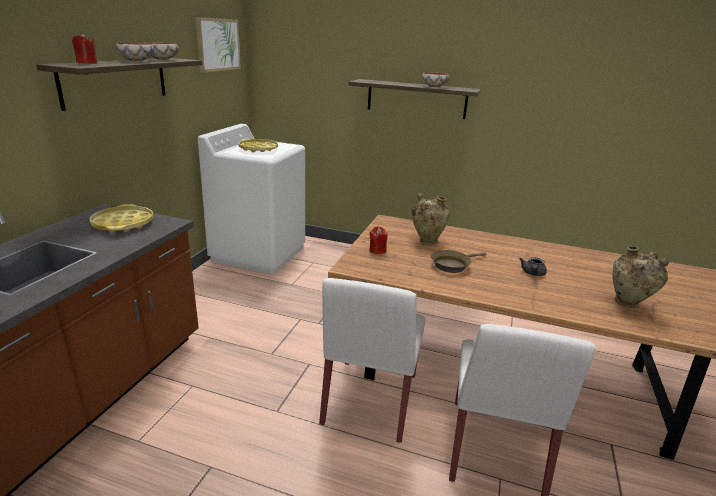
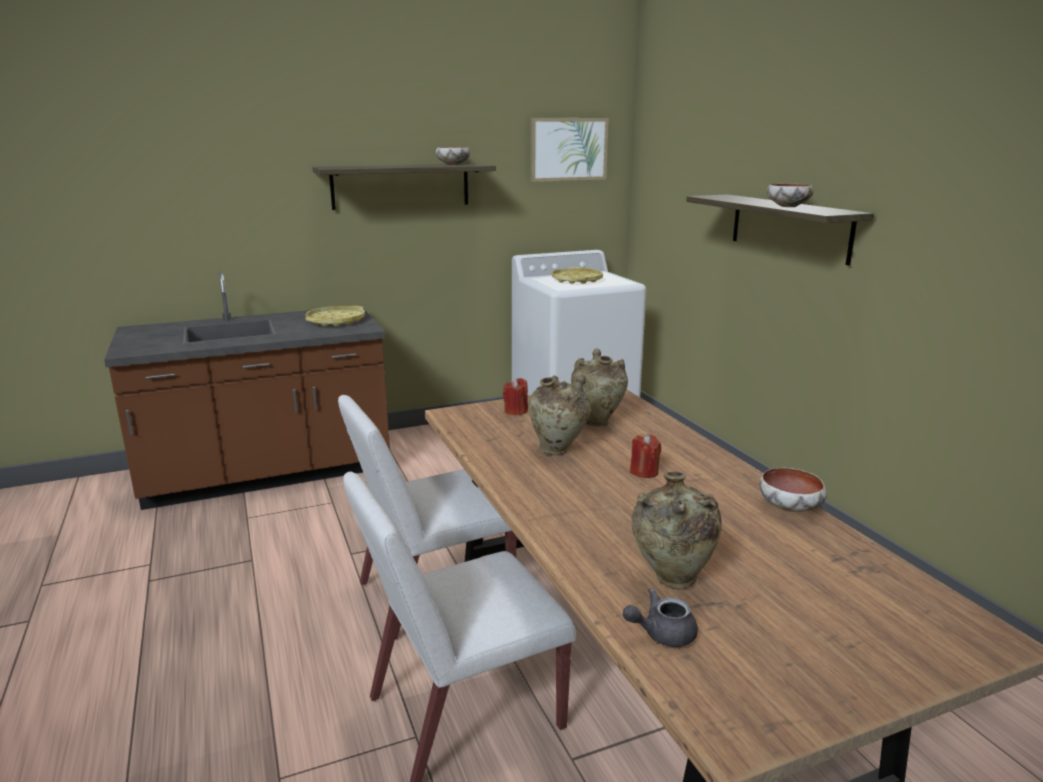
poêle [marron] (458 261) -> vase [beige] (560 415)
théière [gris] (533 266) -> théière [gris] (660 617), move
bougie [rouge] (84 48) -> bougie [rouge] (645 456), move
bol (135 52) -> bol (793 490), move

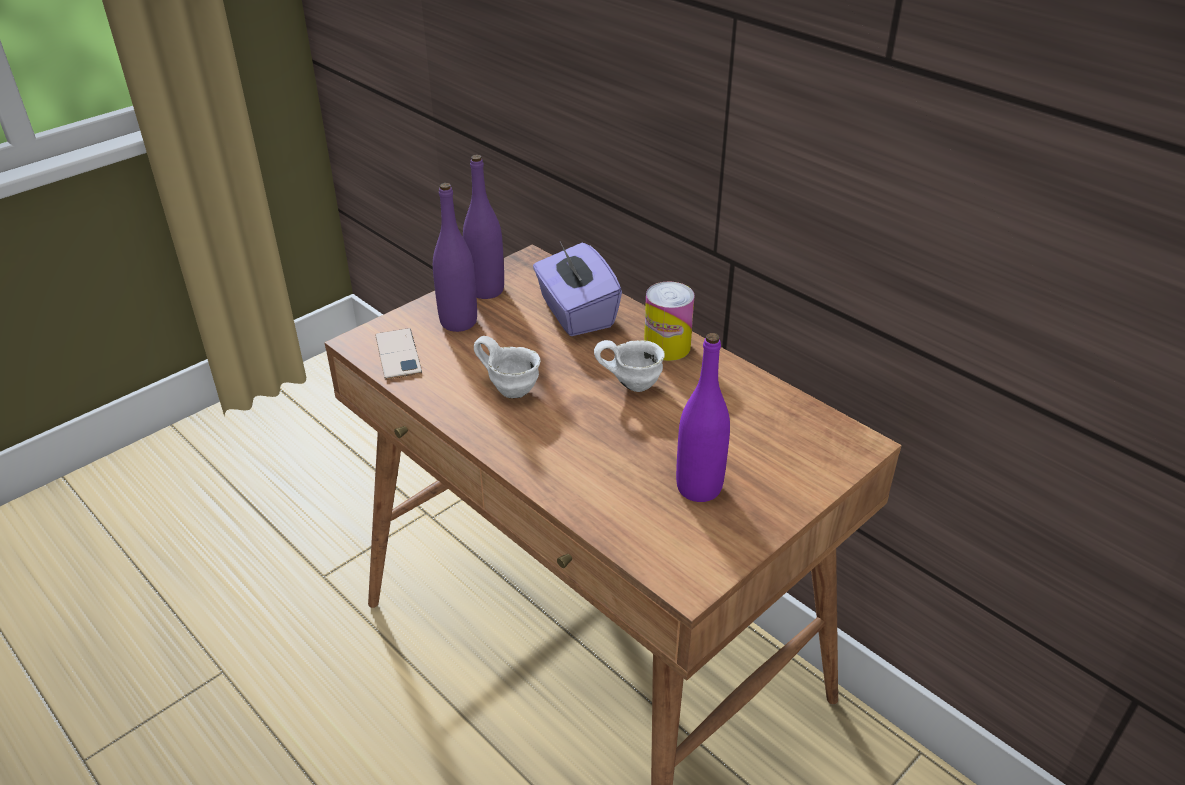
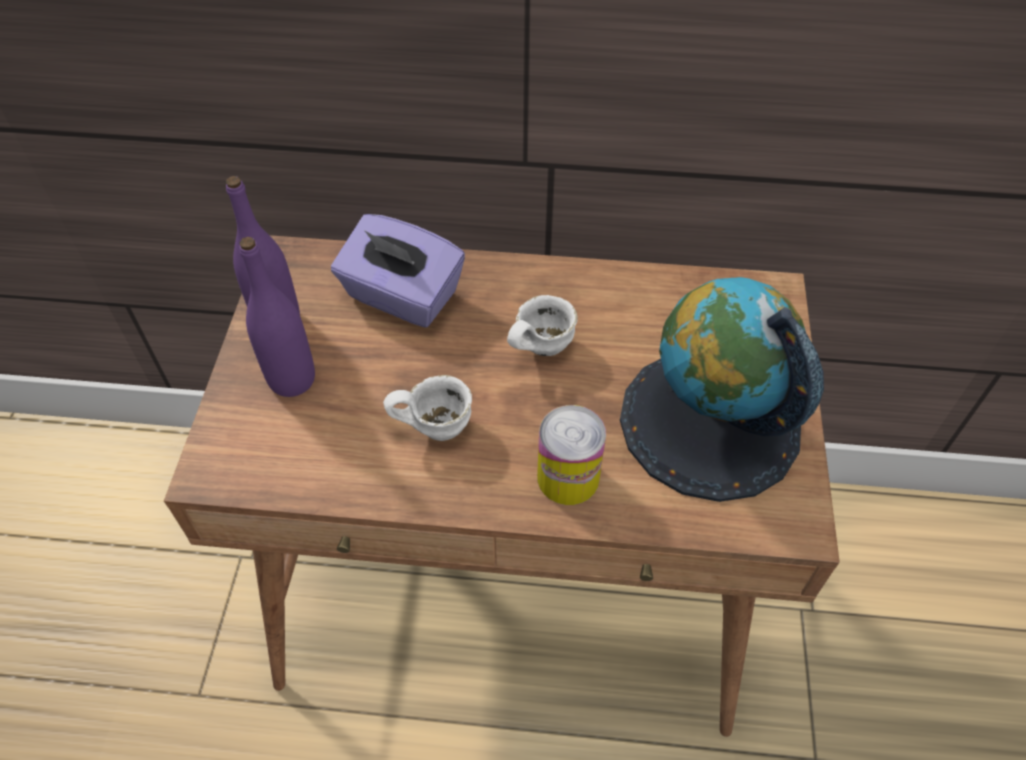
boîte métallique (669 321) -> boîte métallique (571 455), move
bouteille [violet] (703 417) -> globe (722 389)
téléphone (399 354) -> none

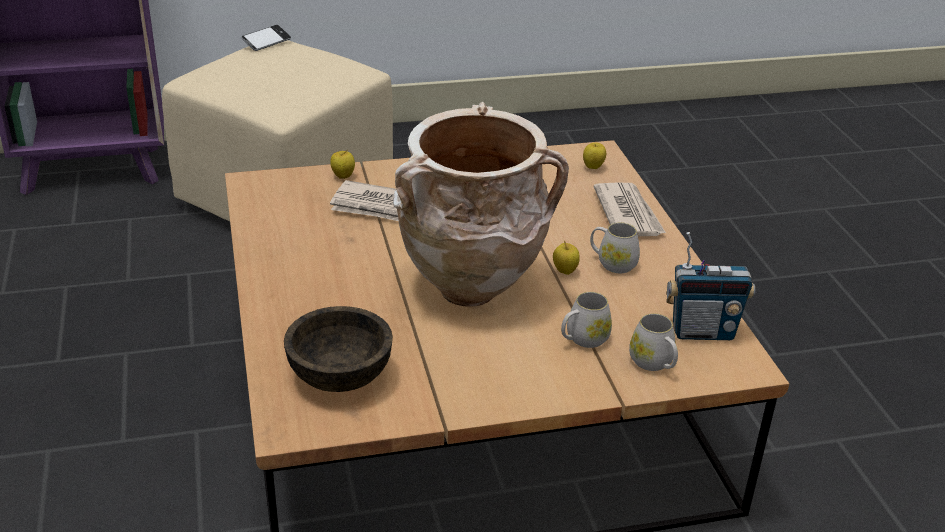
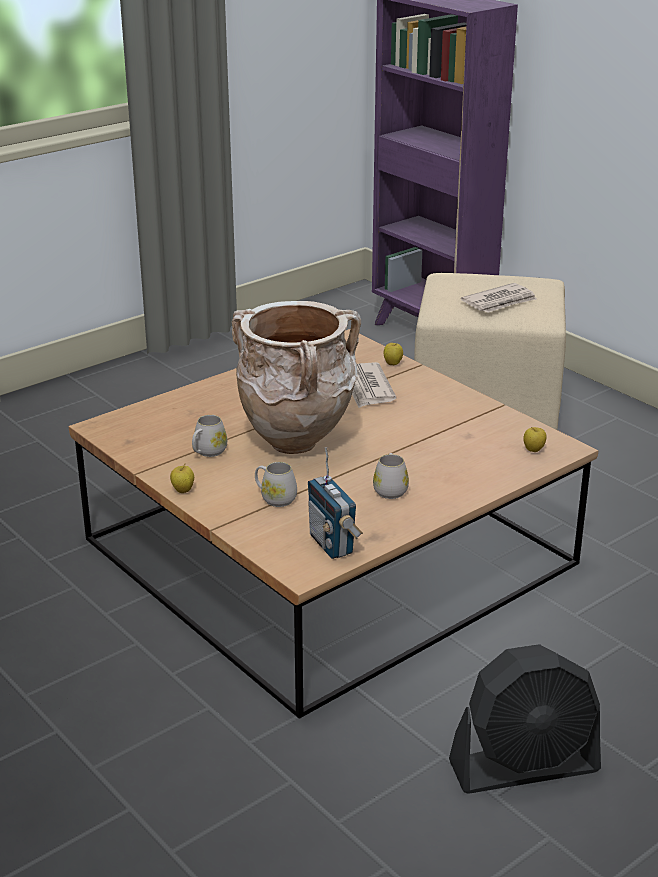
pomme (566 258) -> pomme (182 478), move
mug [blanc] (653 342) -> mug [blanc] (209 436), move
none -> ventilateur [noir] (525 719)
journal (629 209) -> journal (499 298), move
téléphone (266 38) -> none
bol [marron] (338 349) -> none

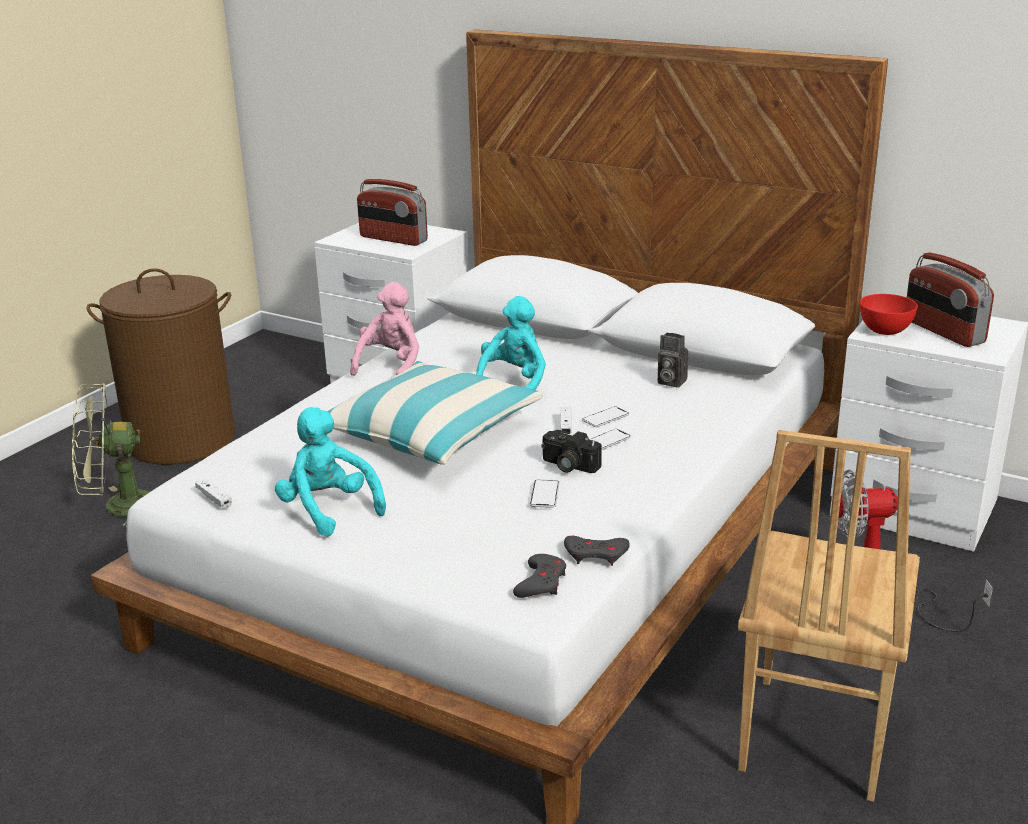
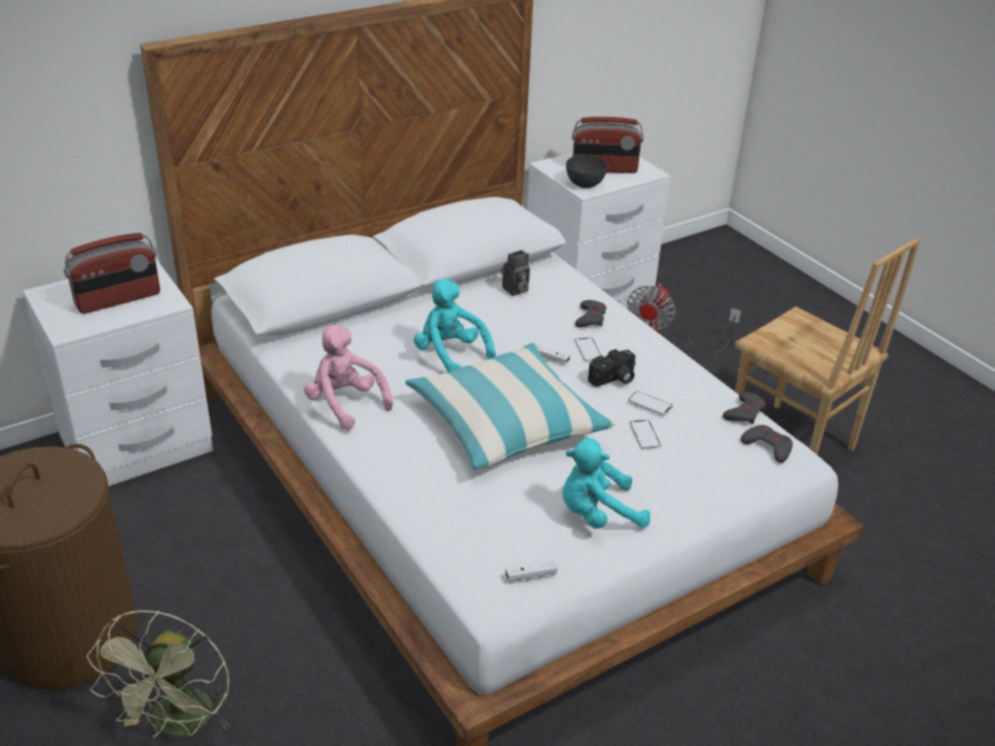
bol [rouge] (889 314) -> bol [gris] (587 171)
none -> manette [gris] (590 314)
téléphone (605 416) -> téléphone (645 434), move

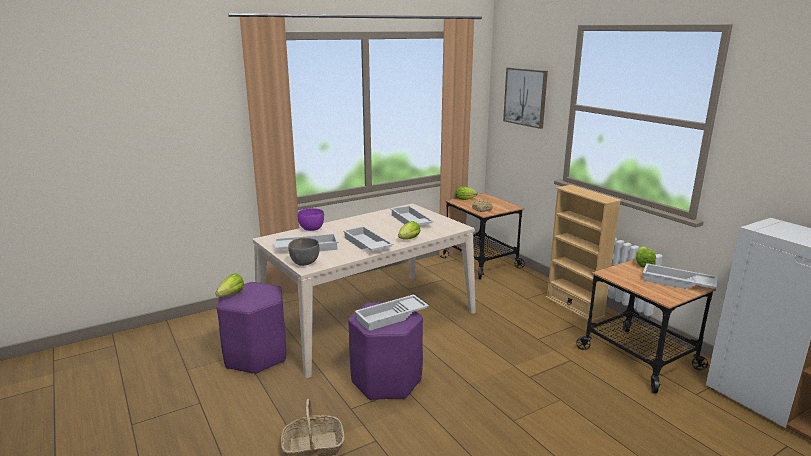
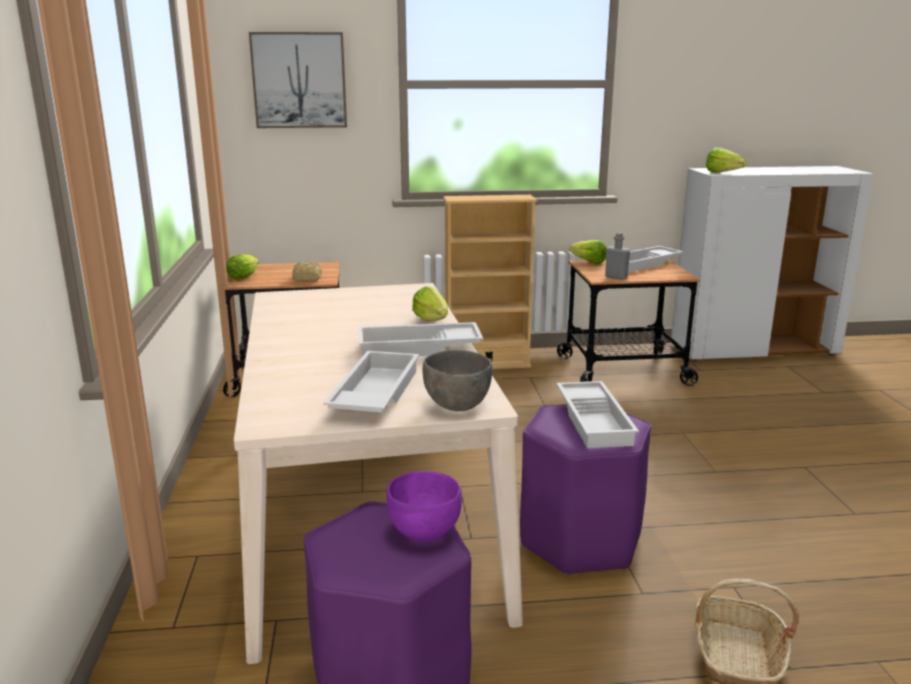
bol [violet] (311 219) -> bol [violet] (424 506), move
none -> bouteille [gris] (617 256)
laitue (229 285) -> laitue (726 159), move
plateau [blanc] (412 215) -> none

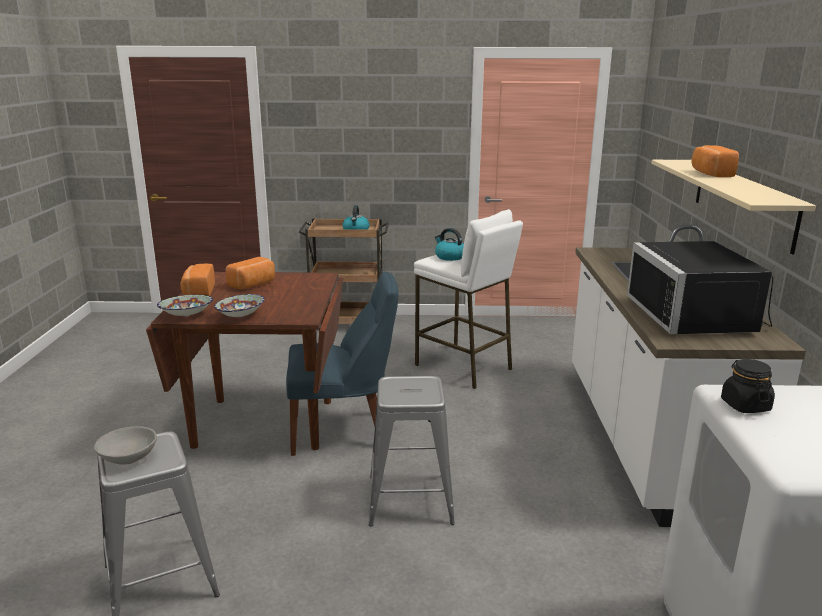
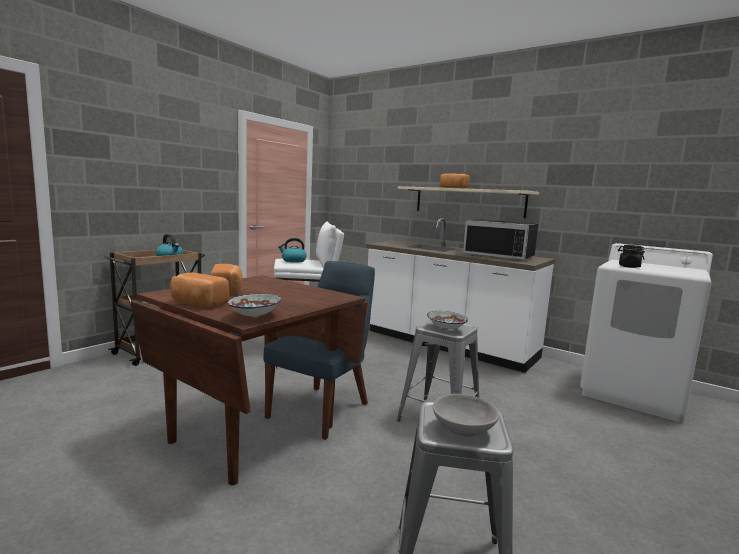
bol (239 305) -> bol (447 320), move

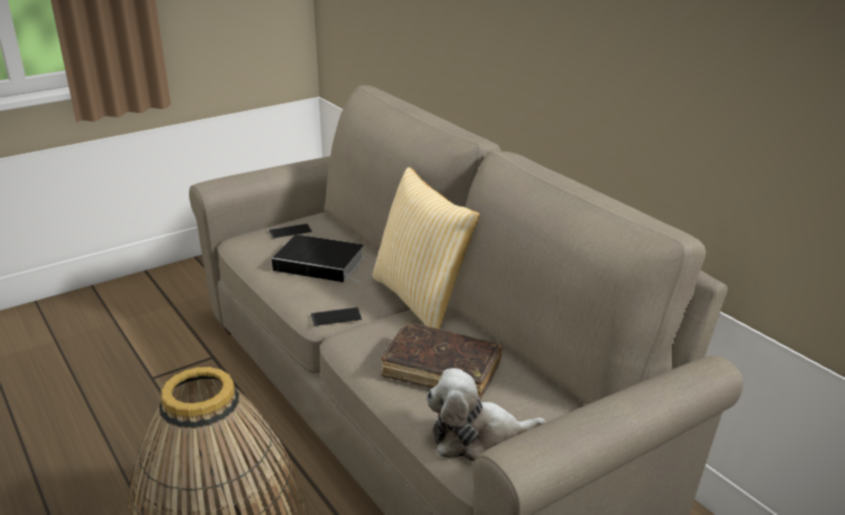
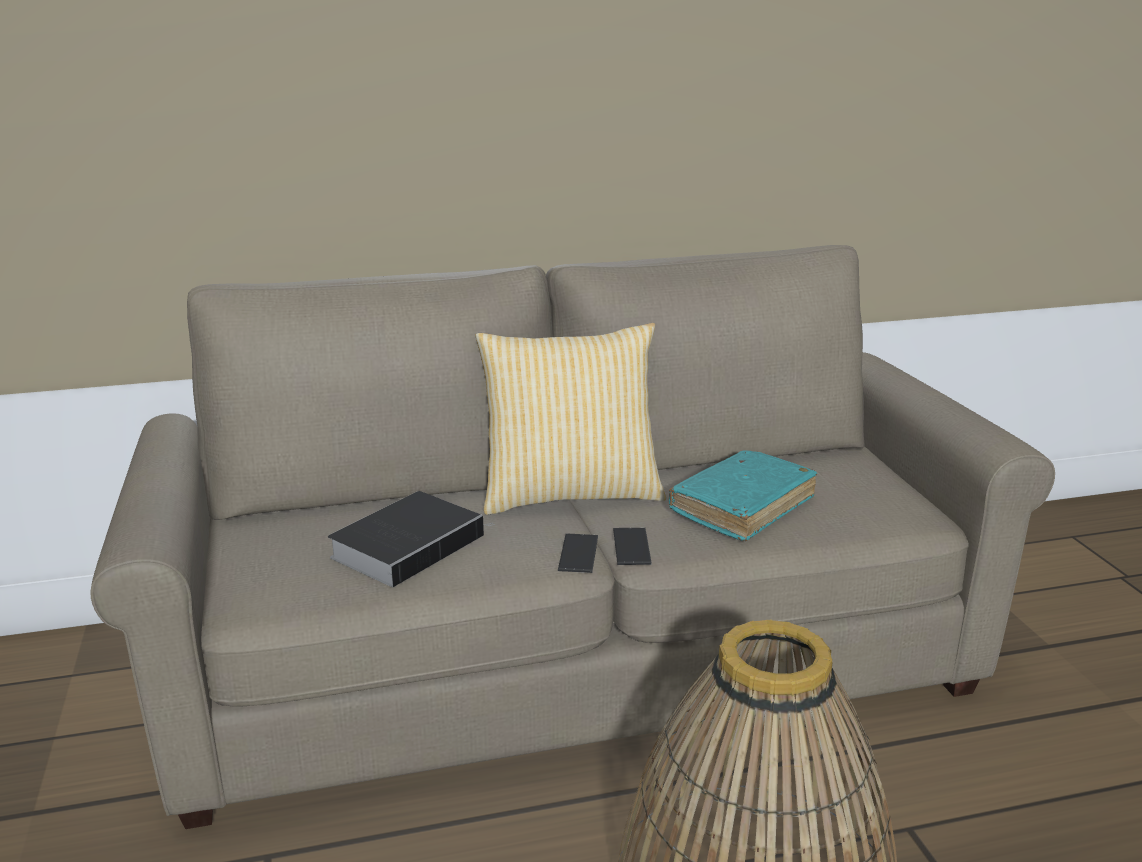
téléphone (290 230) -> téléphone (632 546), move
livre [marron] (442 360) -> livre [turquoise] (743 495)
peluche (486 414) -> none

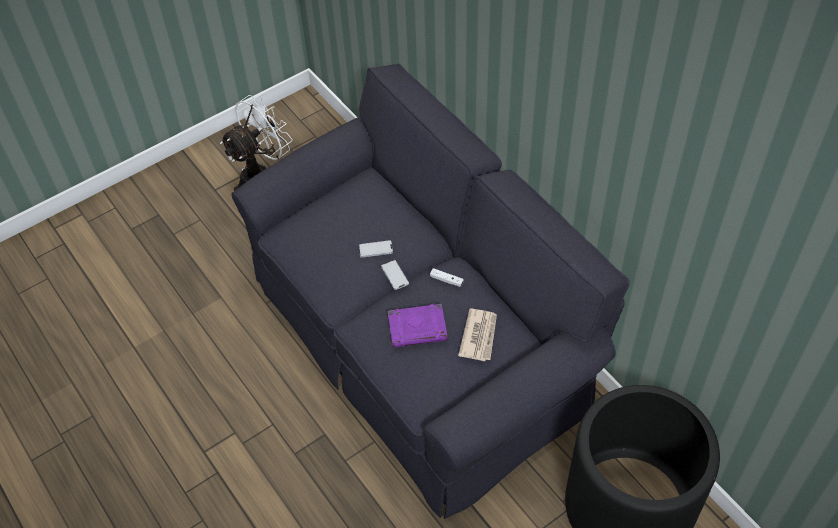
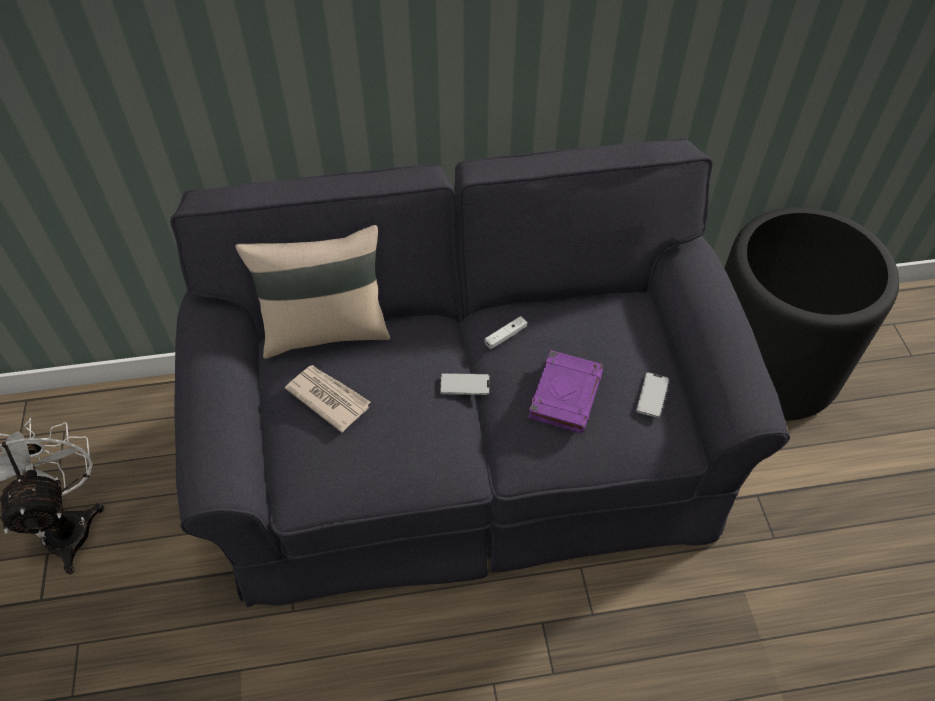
none -> coussin [beige] (312 292)
journal (477 335) -> journal (328 398), move
téléphone (376 249) -> téléphone (652 395), move

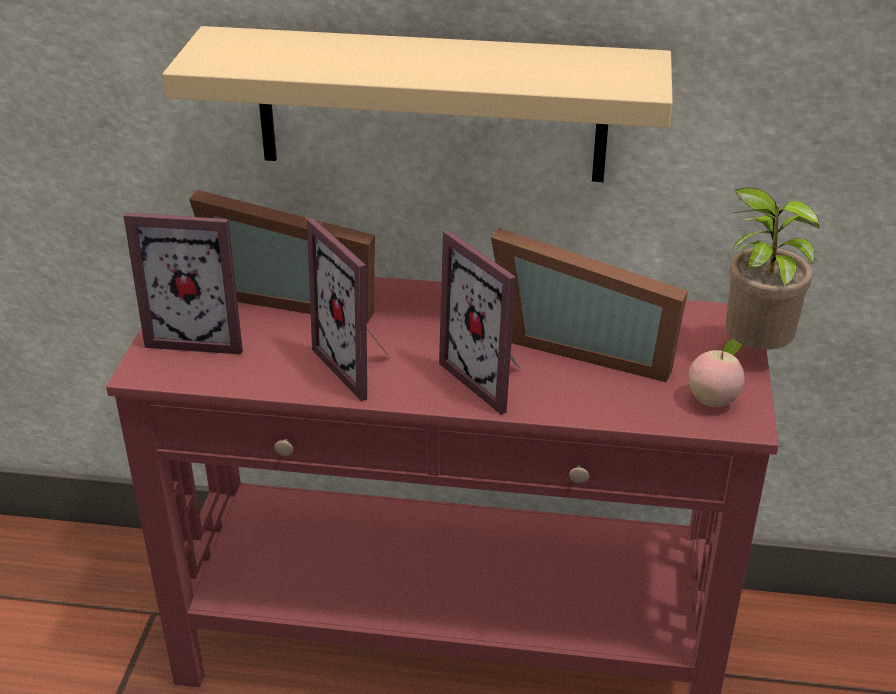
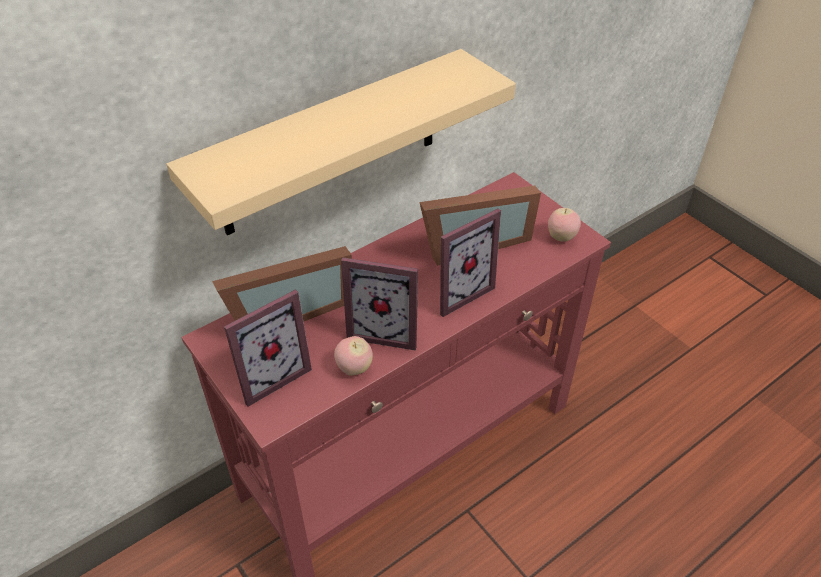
none -> pomme (353 356)
cadre photo (480 322) -> cadre photo (470 263), 45 degrees counterclockwise
plante en pot (770 272) -> none

